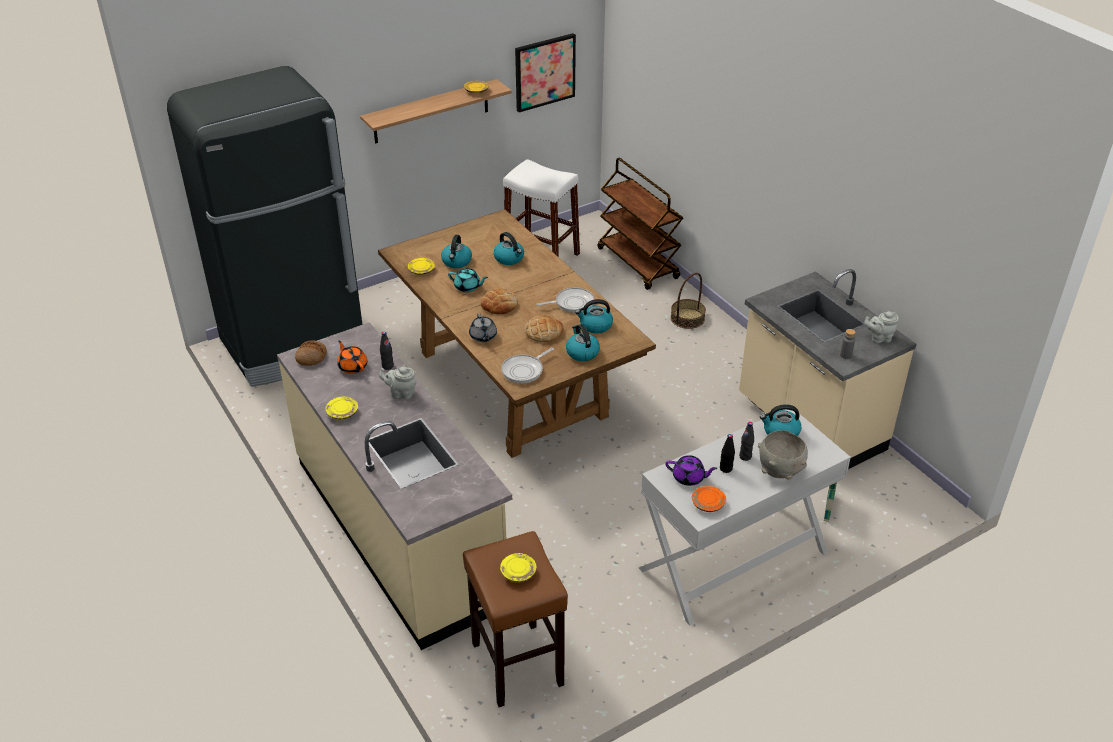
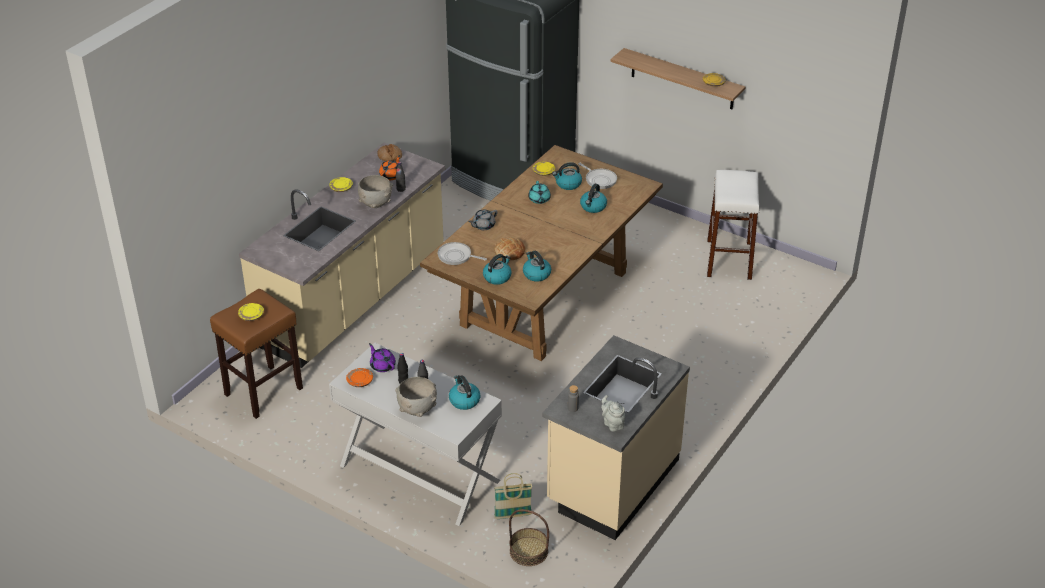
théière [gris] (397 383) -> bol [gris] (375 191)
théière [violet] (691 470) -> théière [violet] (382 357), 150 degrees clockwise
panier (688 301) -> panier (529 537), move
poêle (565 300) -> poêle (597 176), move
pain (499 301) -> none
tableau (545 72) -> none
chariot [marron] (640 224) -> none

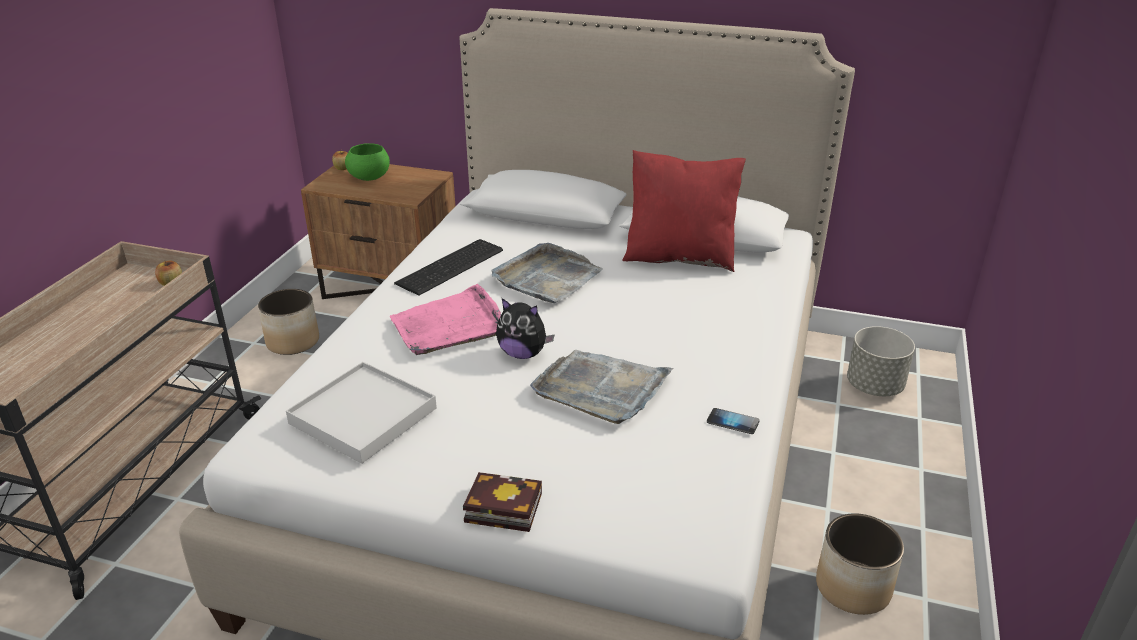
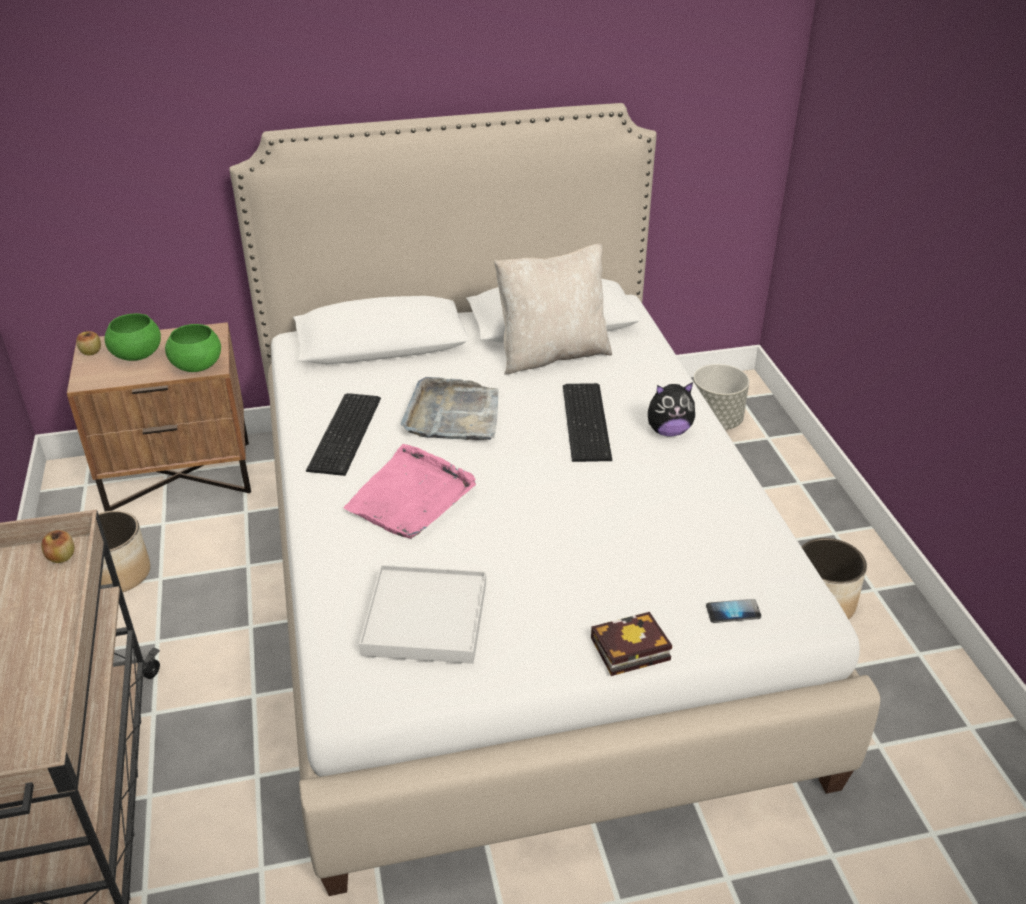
none -> bol [vert] (193 348)
coussin [rouge] (684 211) -> coussin [beige] (553 309)
none -> clavier (587 422)
peluche (525 328) -> peluche (671 409), move
téléphone (733 421) -> téléphone (733 611), move
plateau [gris] (601 387) -> none

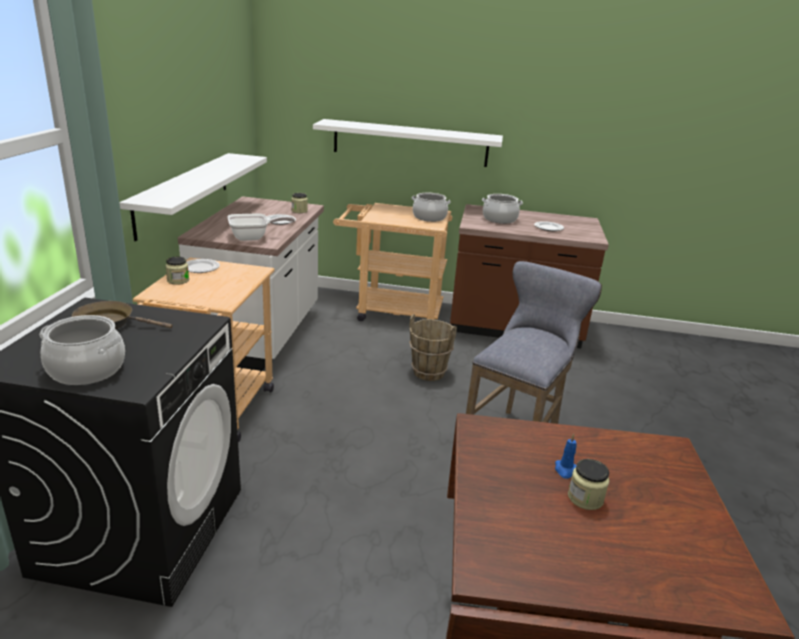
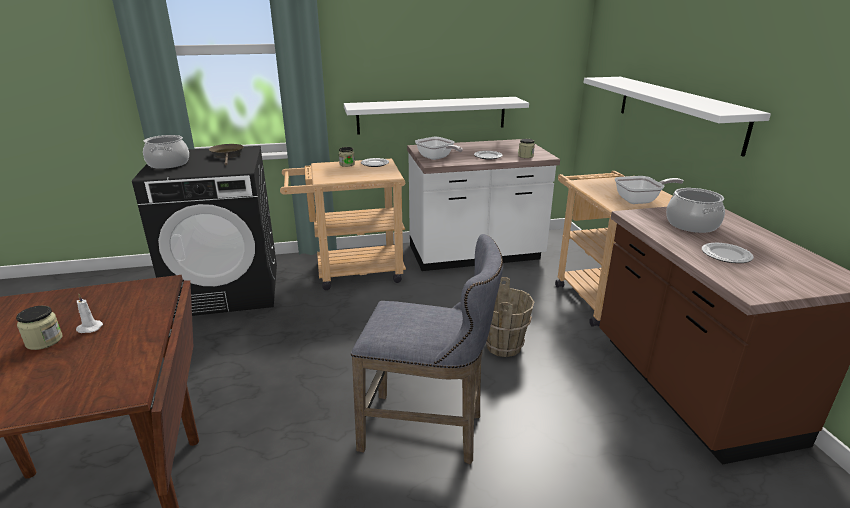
bougie [bleu] (566 456) -> bougie [blanc] (89 313)
marmite (431 207) -> poêle (649 190)

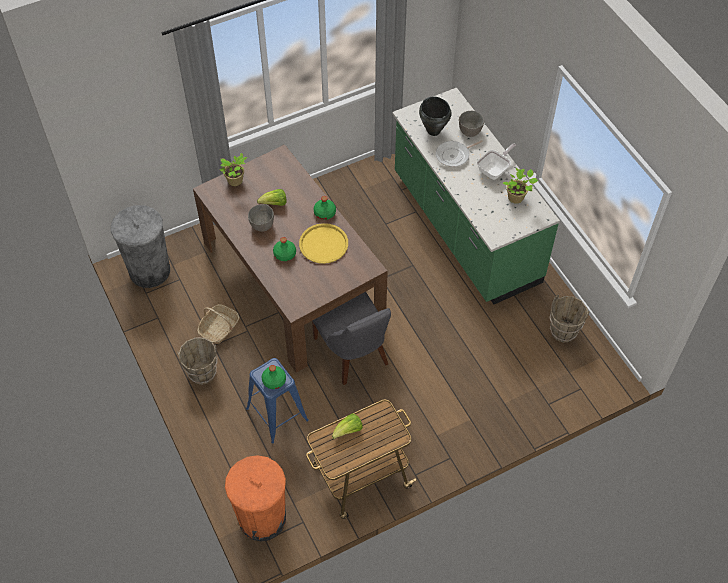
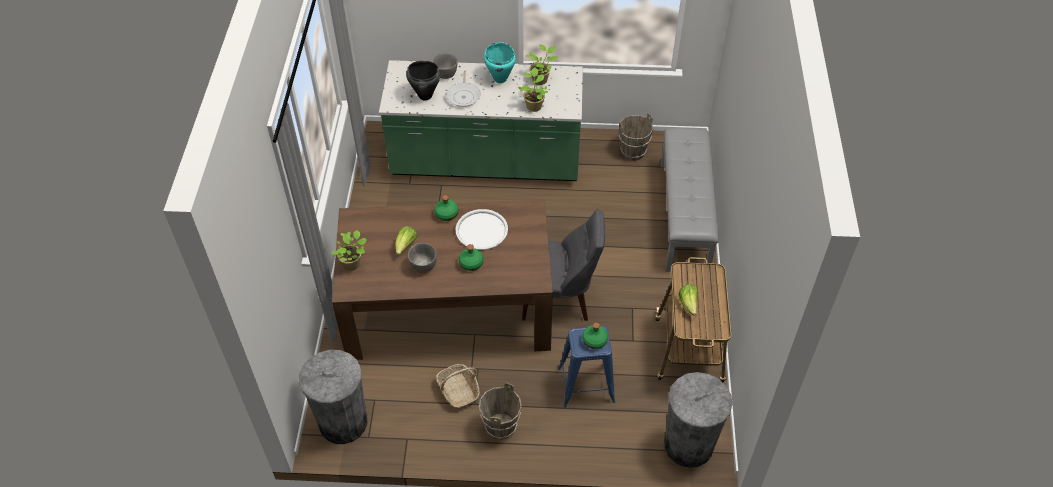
plateau [jaune] (323 243) -> plateau [blanc] (482 229)
poêle (496 161) -> marmite [turquoise] (500 62)
none -> plante en pot (533 89)
none -> banc [gris] (690 200)
poubelle [orange] (255 498) -> poubelle [gris] (698 420)

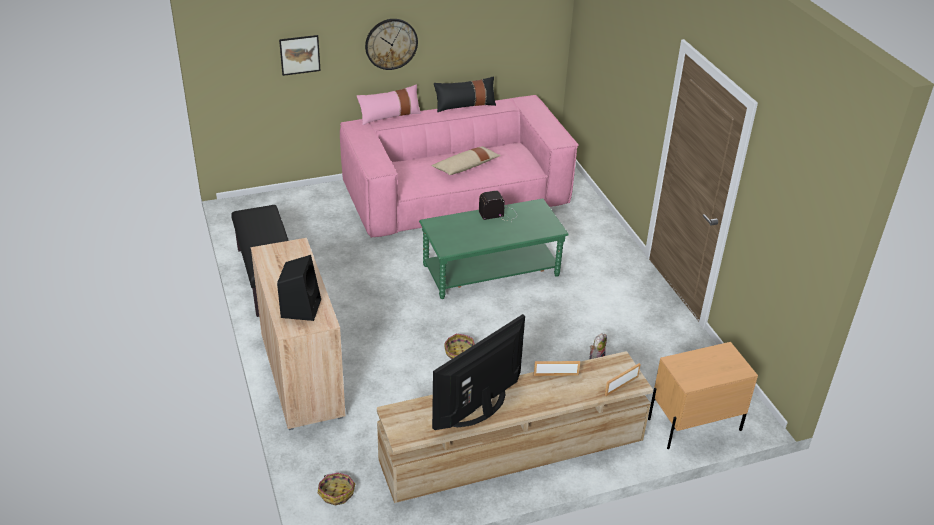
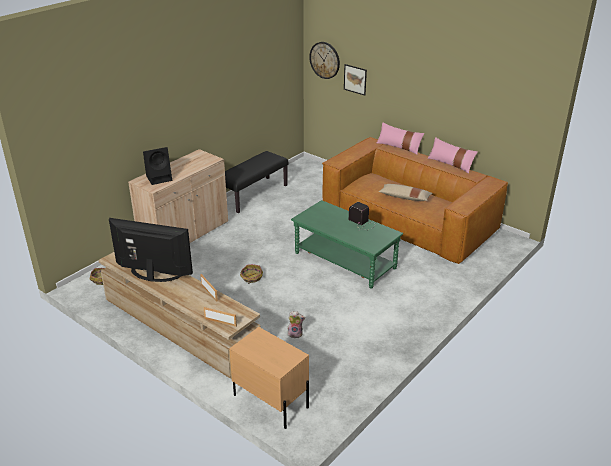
horloge murale (391 44) -> horloge murale (324 60), move
canapé [rose] (459 166) -> canapé [marron] (415 200)
coussin [noir] (465 94) -> coussin [rose] (453 155)

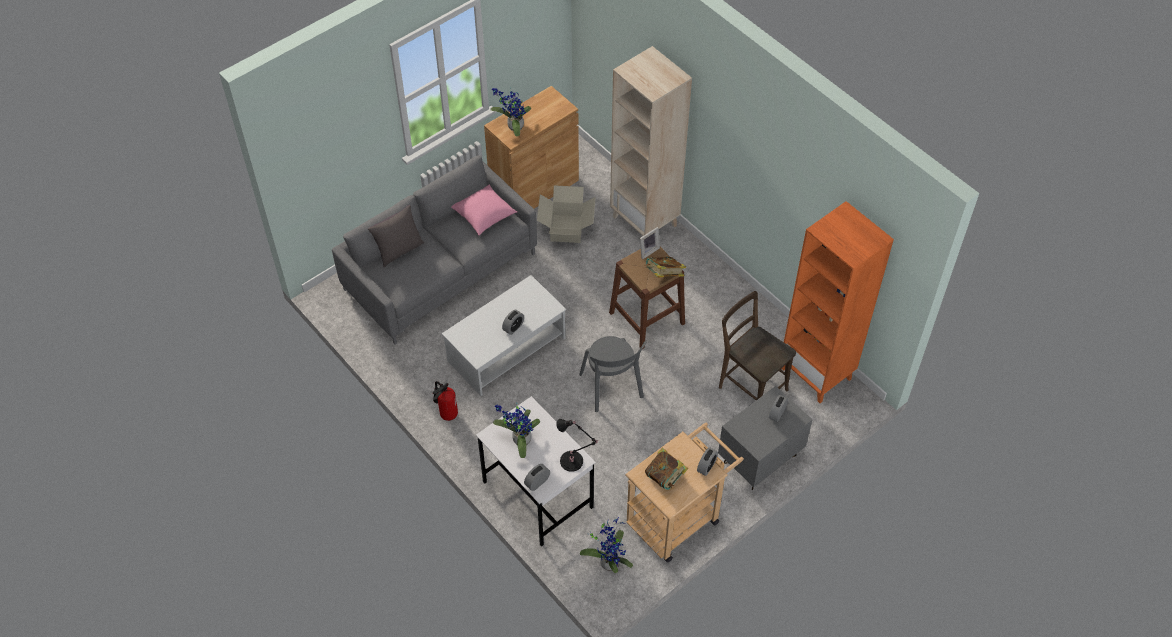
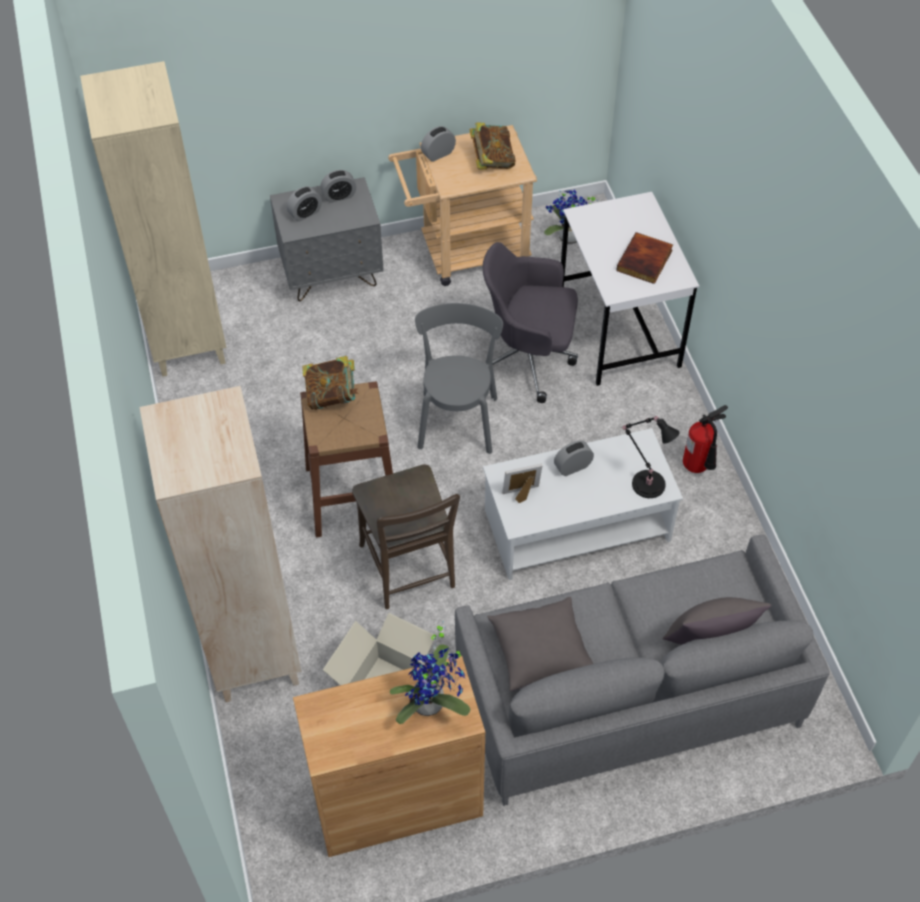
bibliothèque [orange] (837 302) -> bibliothèque [beige] (153 219)
réveil (537 477) -> réveil (338 186), move
chaise [marron] (757 345) -> chaise [marron] (406 537), move
none -> chaise de bureau [gris] (530 322)
coussin [rose] (484 209) -> coussin [gris] (540 644)
cadre photo (650 243) -> cadre photo (522 483), move
plante en pot (516 430) -> livre (644 258)
lampe de table [noir] (577 445) -> lampe de table [noir] (650 457), move

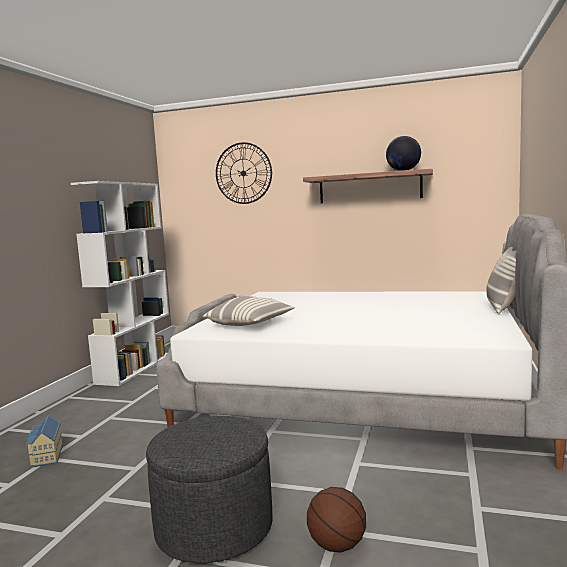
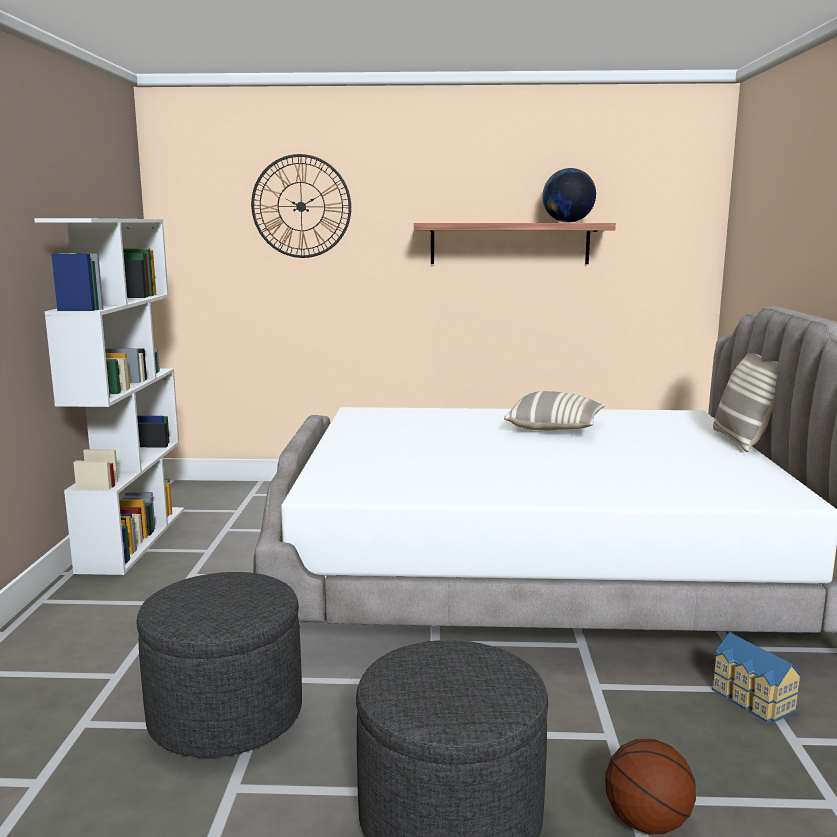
none -> pouf [gris] (219 665)
coussin (249 311) -> coussin (554 410), move
maison miniature (45 441) -> maison miniature (757 677), move

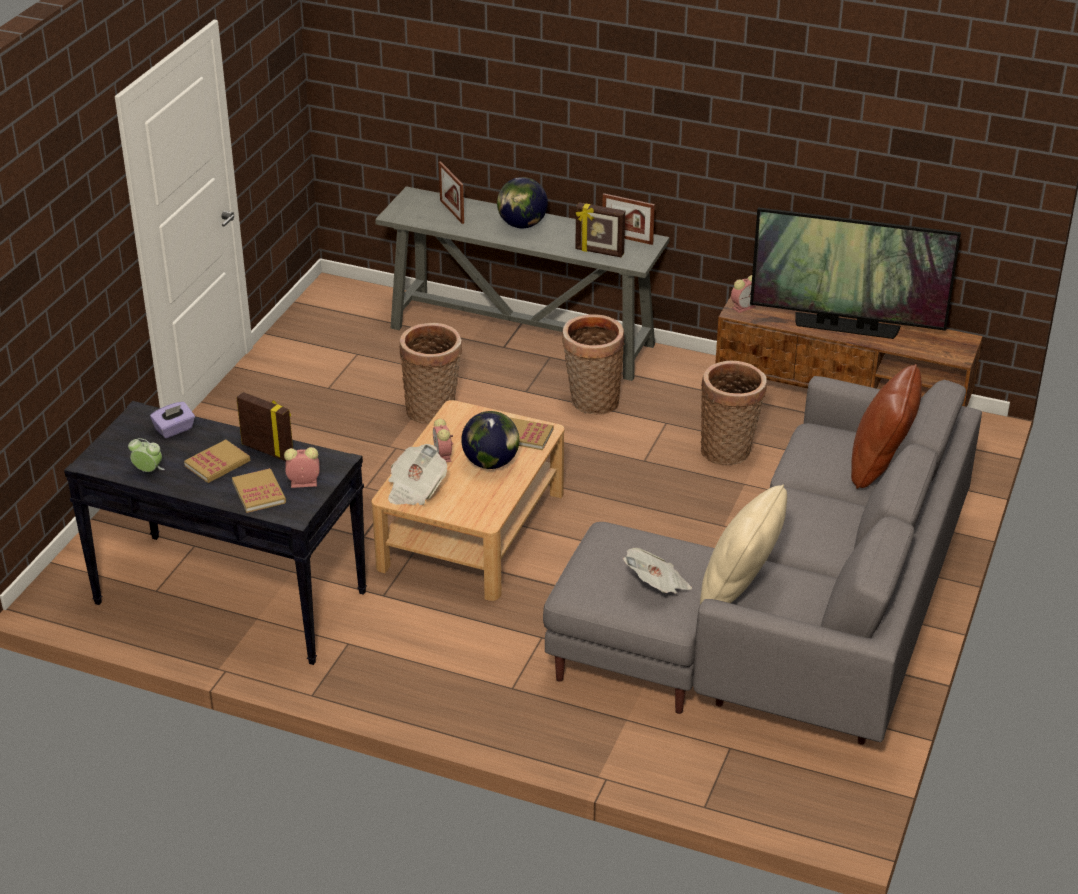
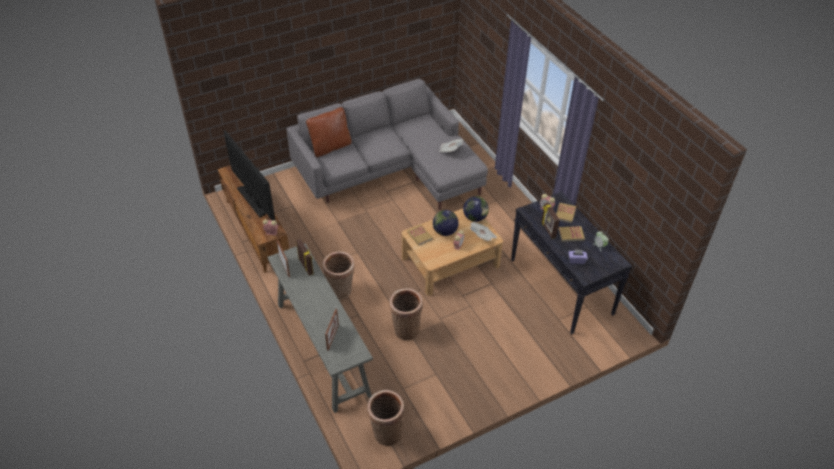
panier (734 413) -> panier (385 418), move
globe (522 202) -> globe (476 209), move
coussin [beige] (743 544) -> none

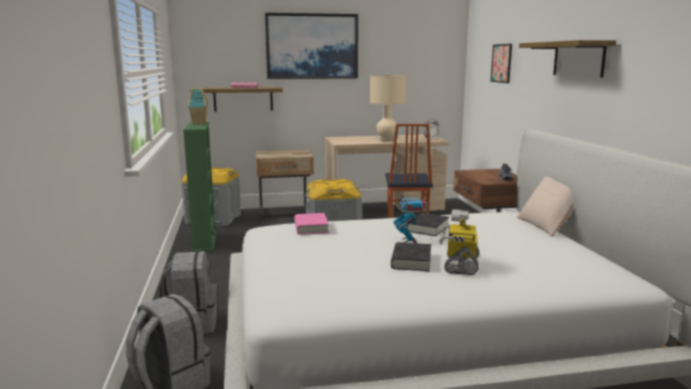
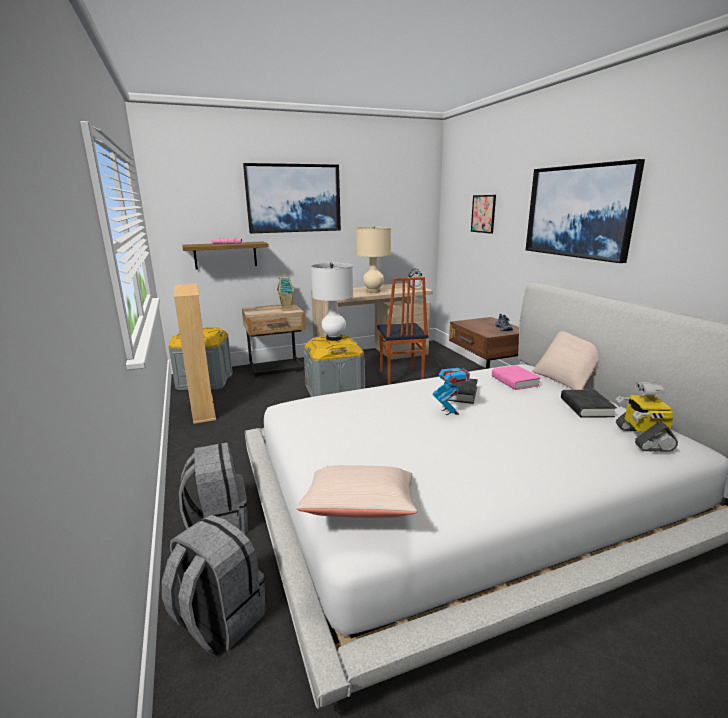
bibliothèque [vert] (199 187) -> bibliothèque [beige] (195 353)
maison miniature (198 106) -> maison miniature (285 292), move
none -> coussin [beige] (357 491)
none -> lampe de table [blanc] (332 301)
livre [rose] (311 224) -> livre [rose] (516 377), move
étagère (567 59) -> tableau (585 211)
livre [noir] (411 256) -> livre [noir] (589 404), move
robot jouet (459 242) -> robot jouet (646 417), move

